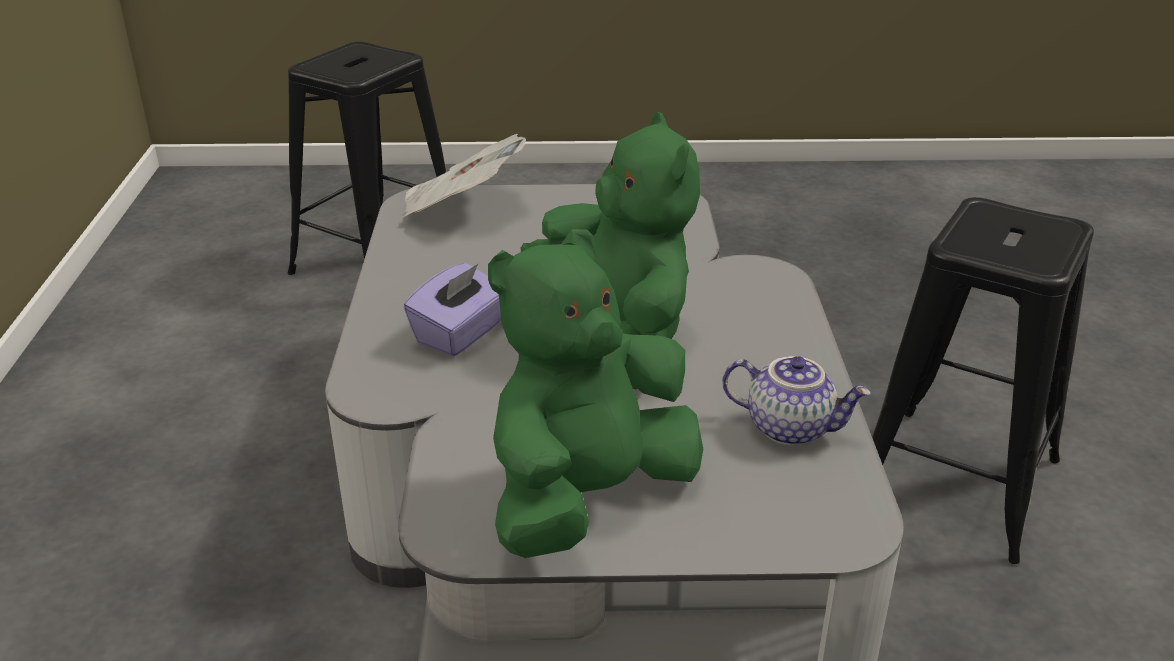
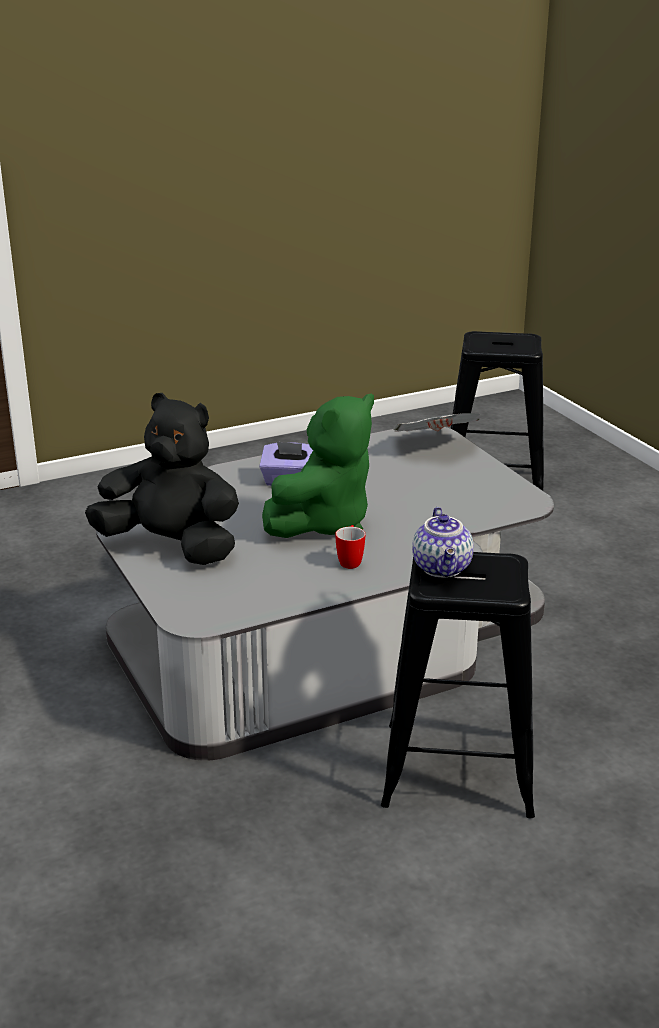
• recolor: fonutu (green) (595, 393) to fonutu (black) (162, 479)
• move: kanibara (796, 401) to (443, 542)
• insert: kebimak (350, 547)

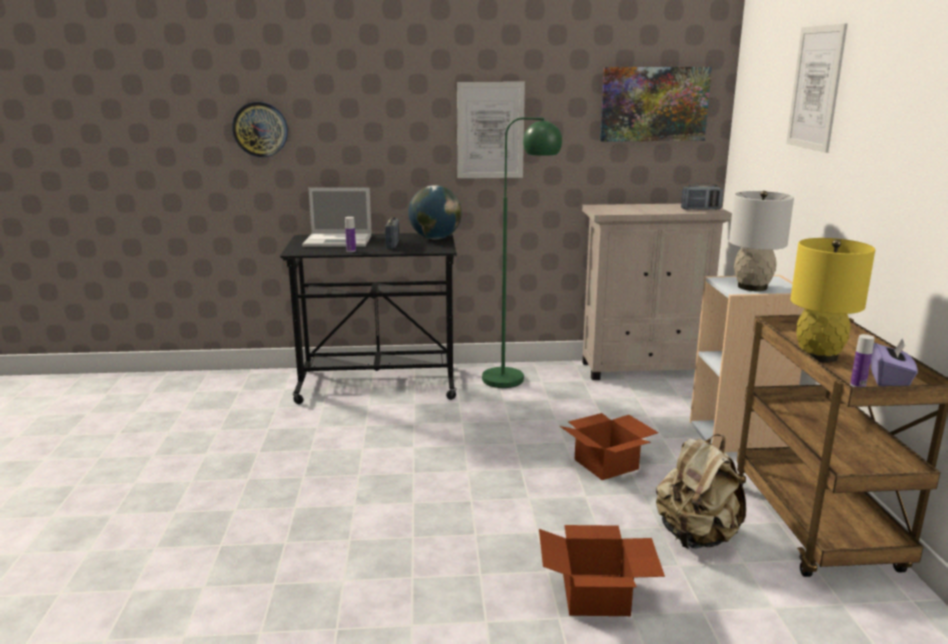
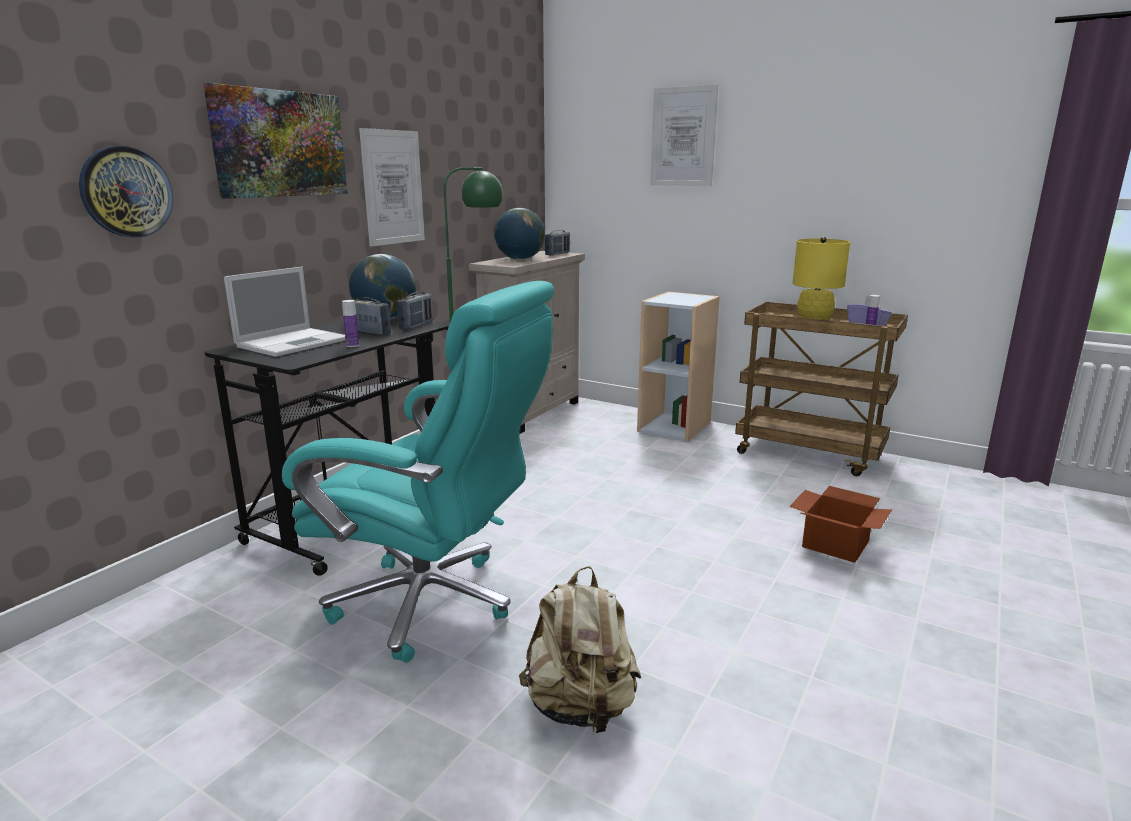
• delete: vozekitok (609, 446)
• move: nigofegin (656, 104) to (275, 141)
• move: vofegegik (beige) (701, 491) to (580, 651)
• delete: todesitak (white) (761, 241)
• insert: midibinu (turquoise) (418, 472)
• insert: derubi (415, 311)
• insert: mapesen (519, 234)

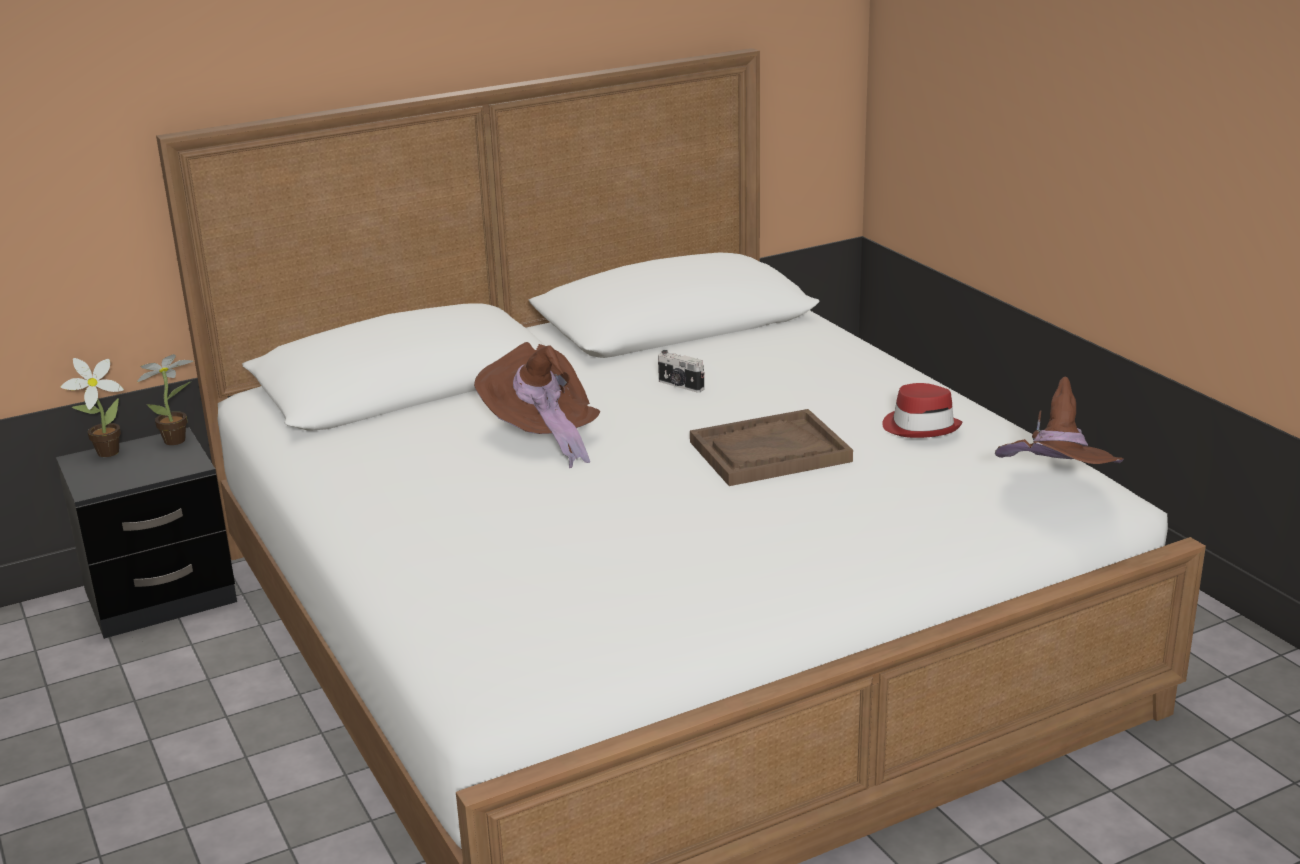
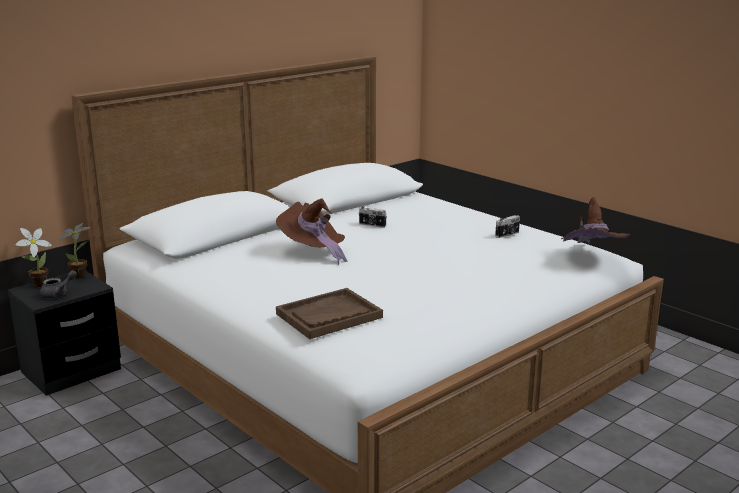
• move: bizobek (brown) (771, 447) to (329, 313)
• replace: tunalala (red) (922, 410) to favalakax (507, 226)
• insert: kanibara (grey) (58, 284)

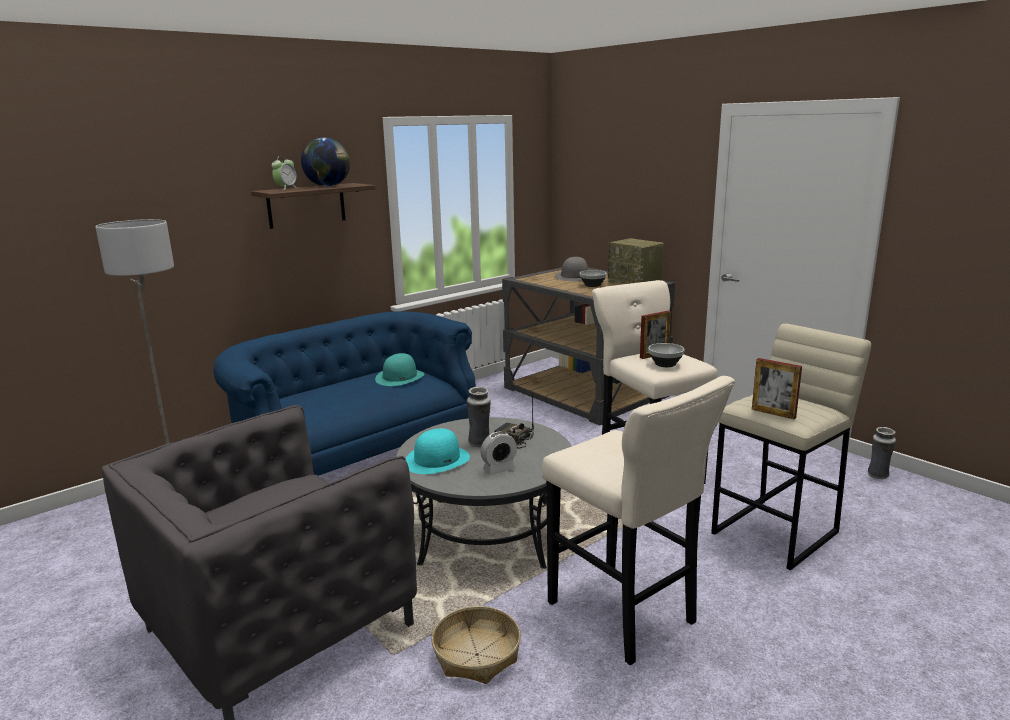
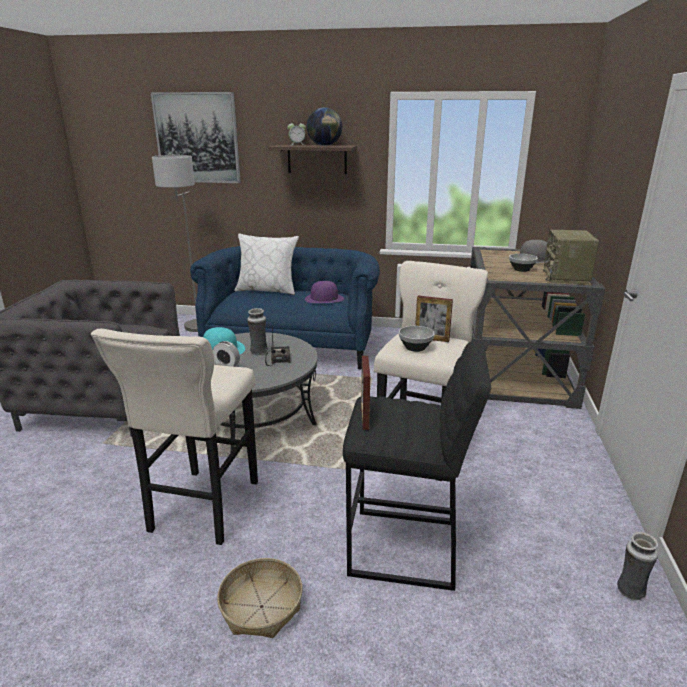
• recolor: tunalala (turquoise) (400, 369) to tunalala (purple) (324, 292)
• move: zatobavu (476, 645) to (260, 598)
• recolor: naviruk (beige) (791, 446) to naviruk (black) (417, 465)
• insert: nigofegin (195, 137)
• insert: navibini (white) (266, 264)

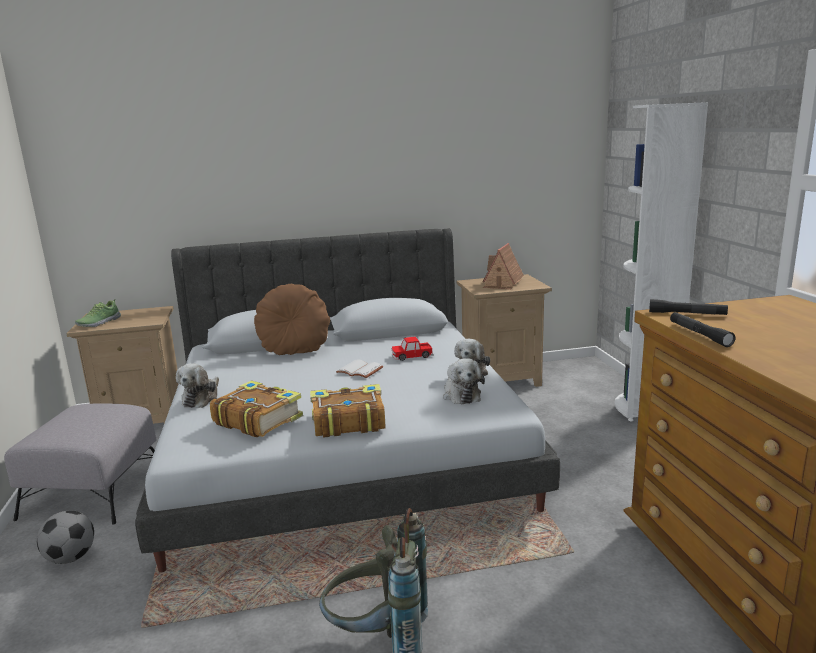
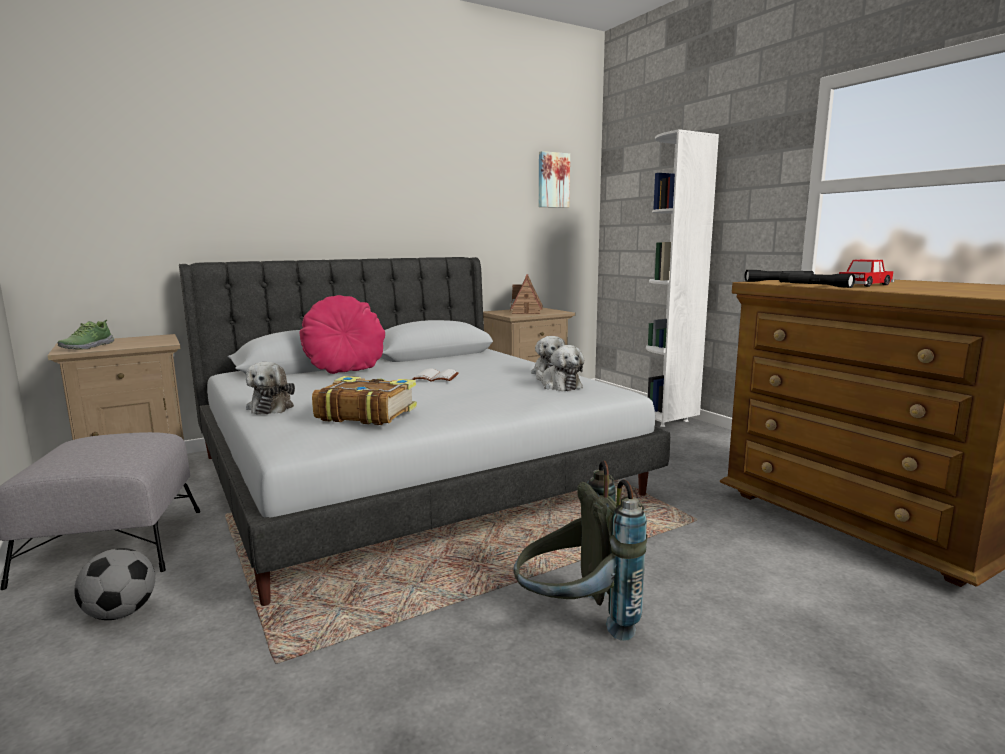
• recolor: navibini (brown) (292, 319) to navibini (pink) (342, 334)
• delete: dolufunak (347, 411)
• move: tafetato (412, 348) to (867, 273)
• insert: nigofegin (554, 179)

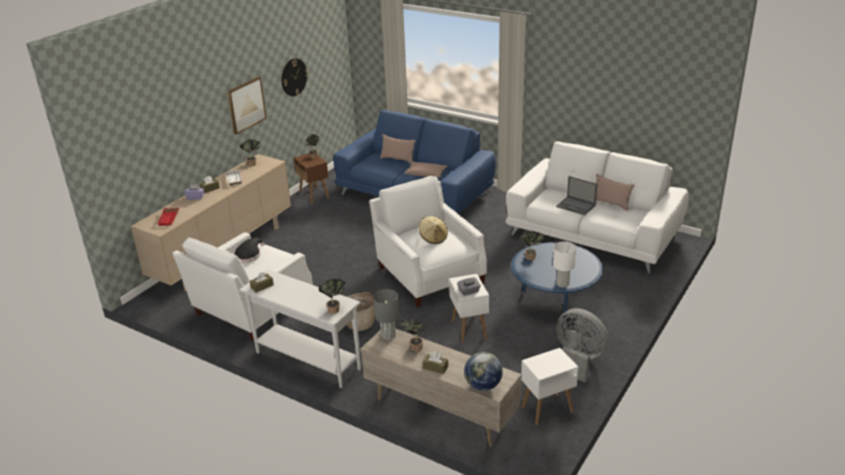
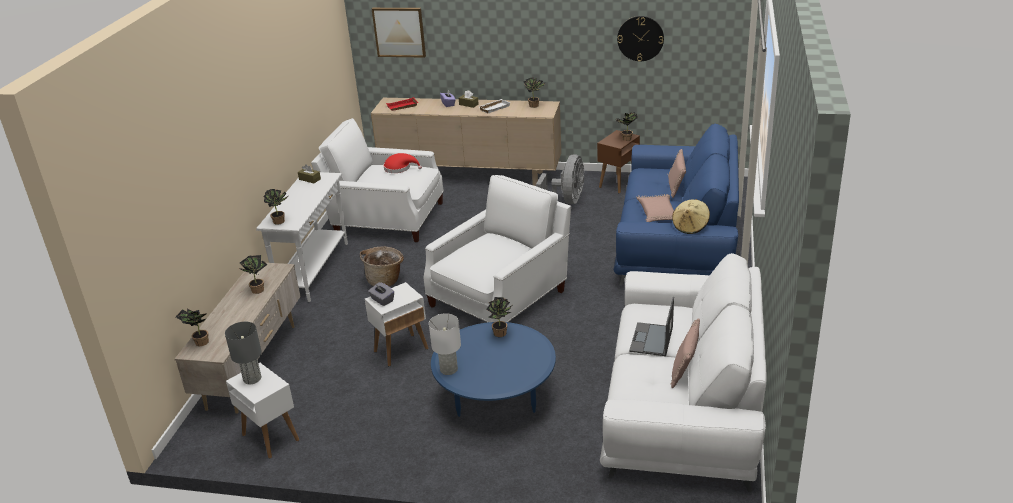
• move: nigofegin (247, 106) to (399, 33)
• recolor: tunalala (black) (249, 250) to tunalala (red) (403, 163)
• move: todesitak (grey) (386, 314) to (243, 353)
• move: tunalala (beige) (433, 230) to (691, 216)
• delete: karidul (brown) (435, 363)
• replace: mapesen (483, 371) to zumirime (192, 327)
• move: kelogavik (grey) (582, 345) to (560, 179)

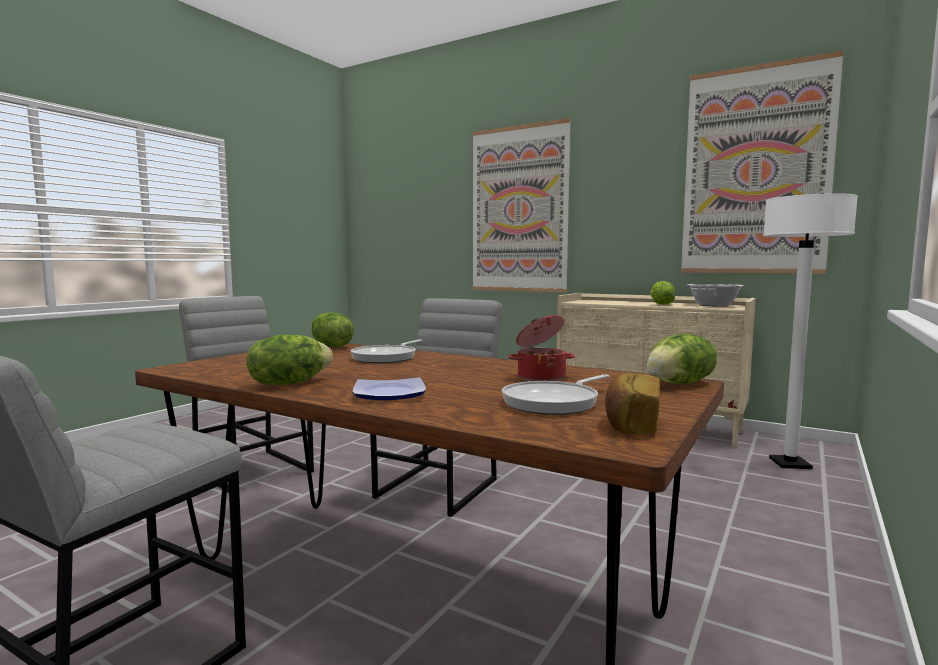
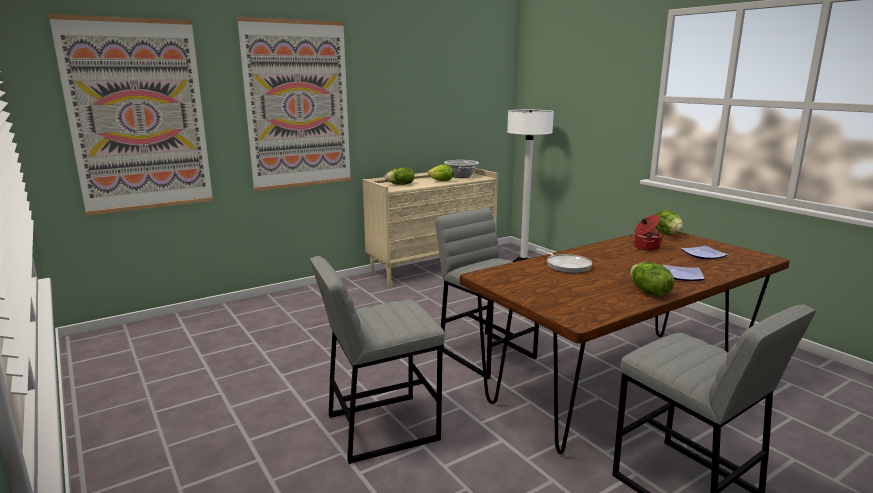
• move: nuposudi (332, 329) to (399, 176)
• replace: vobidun (555, 394) to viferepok (704, 252)
• delete: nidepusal (632, 403)
• move: nigofegin (762, 162) to (131, 115)

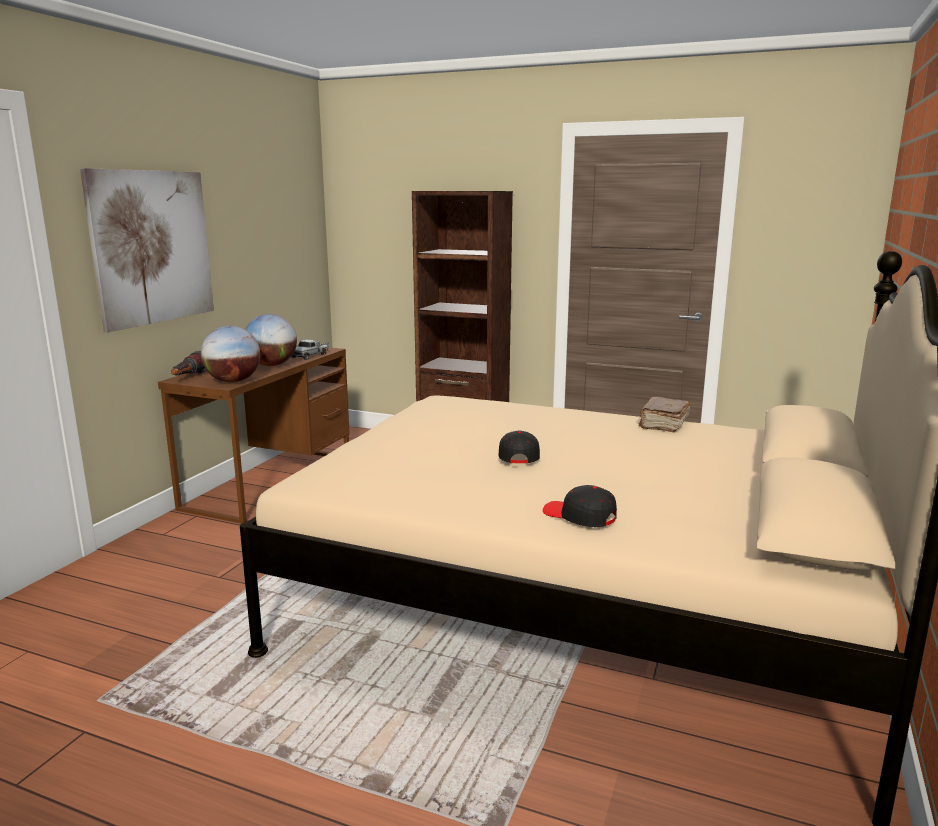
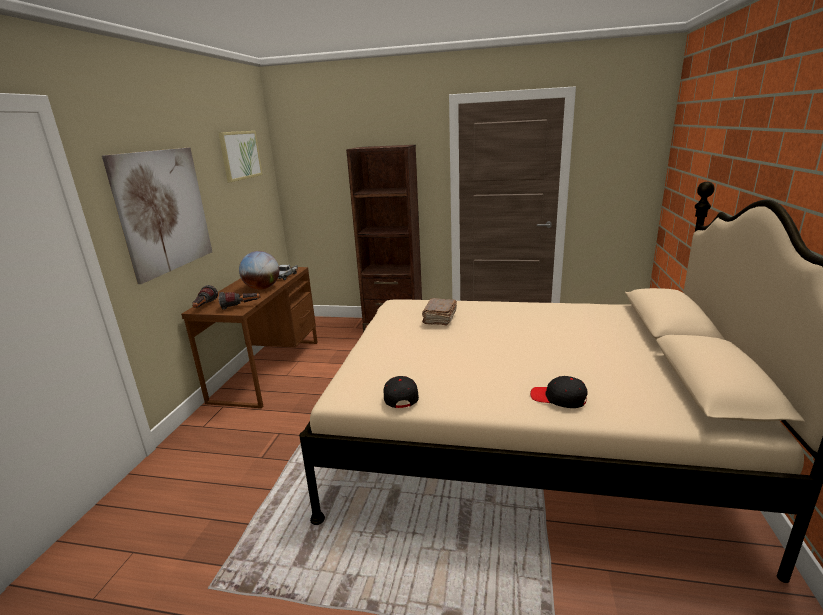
• replace: mapesen (230, 354) to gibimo (239, 300)
• move: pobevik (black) (519, 447) to (401, 392)
• move: dolufunak (brown) (665, 414) to (439, 311)
• insert: nigofegin (241, 156)

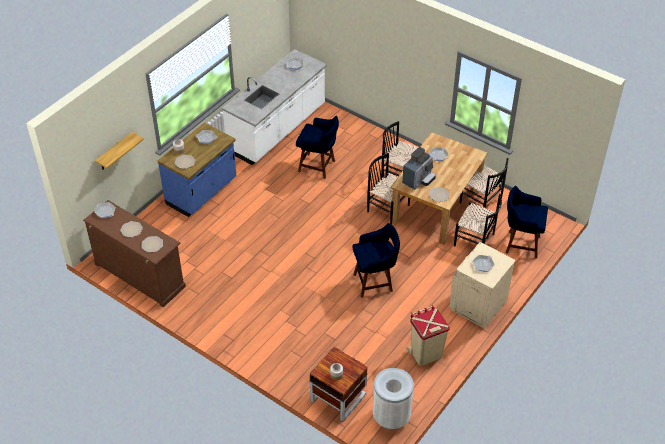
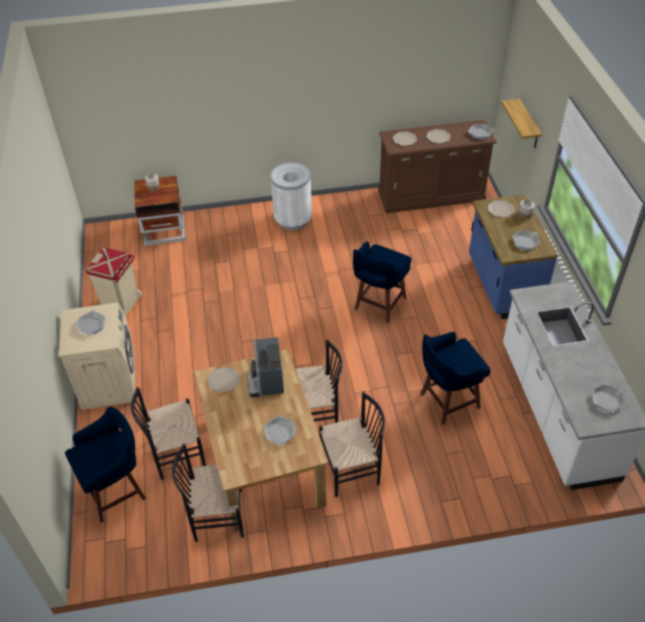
• move: naviruk (blue) (376, 260) to (382, 282)
• move: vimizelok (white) (393, 399) to (291, 196)

